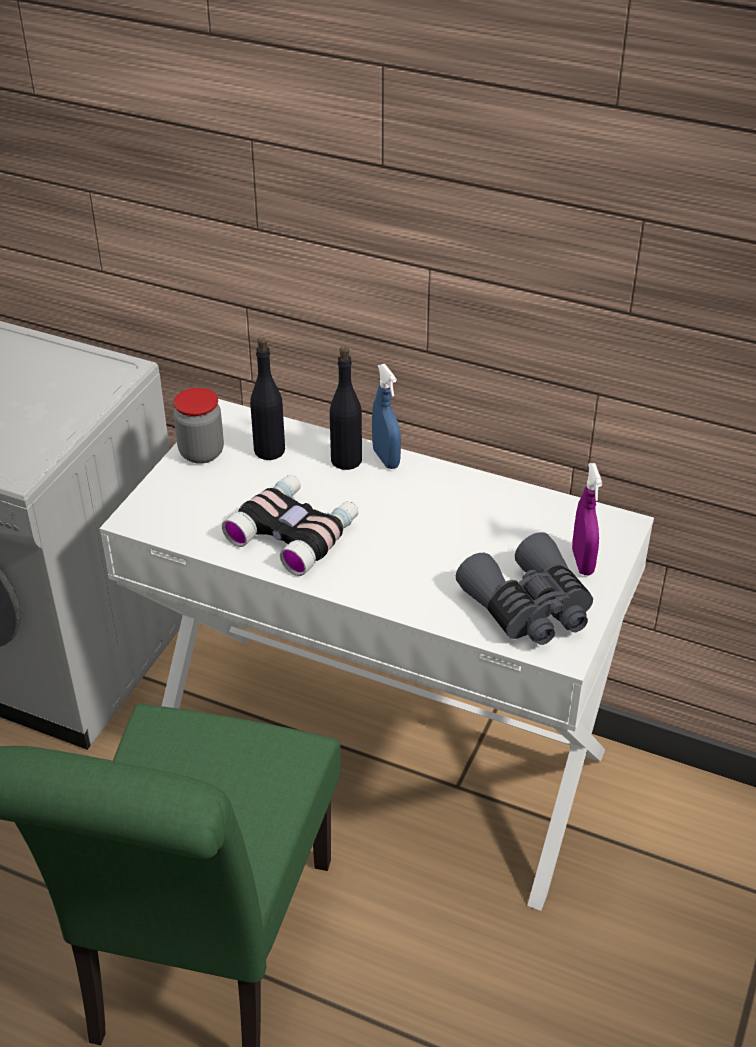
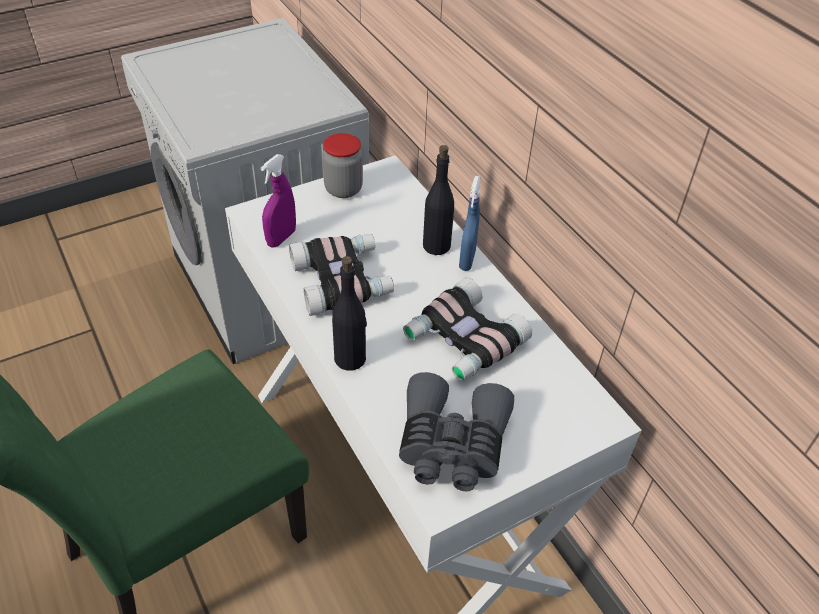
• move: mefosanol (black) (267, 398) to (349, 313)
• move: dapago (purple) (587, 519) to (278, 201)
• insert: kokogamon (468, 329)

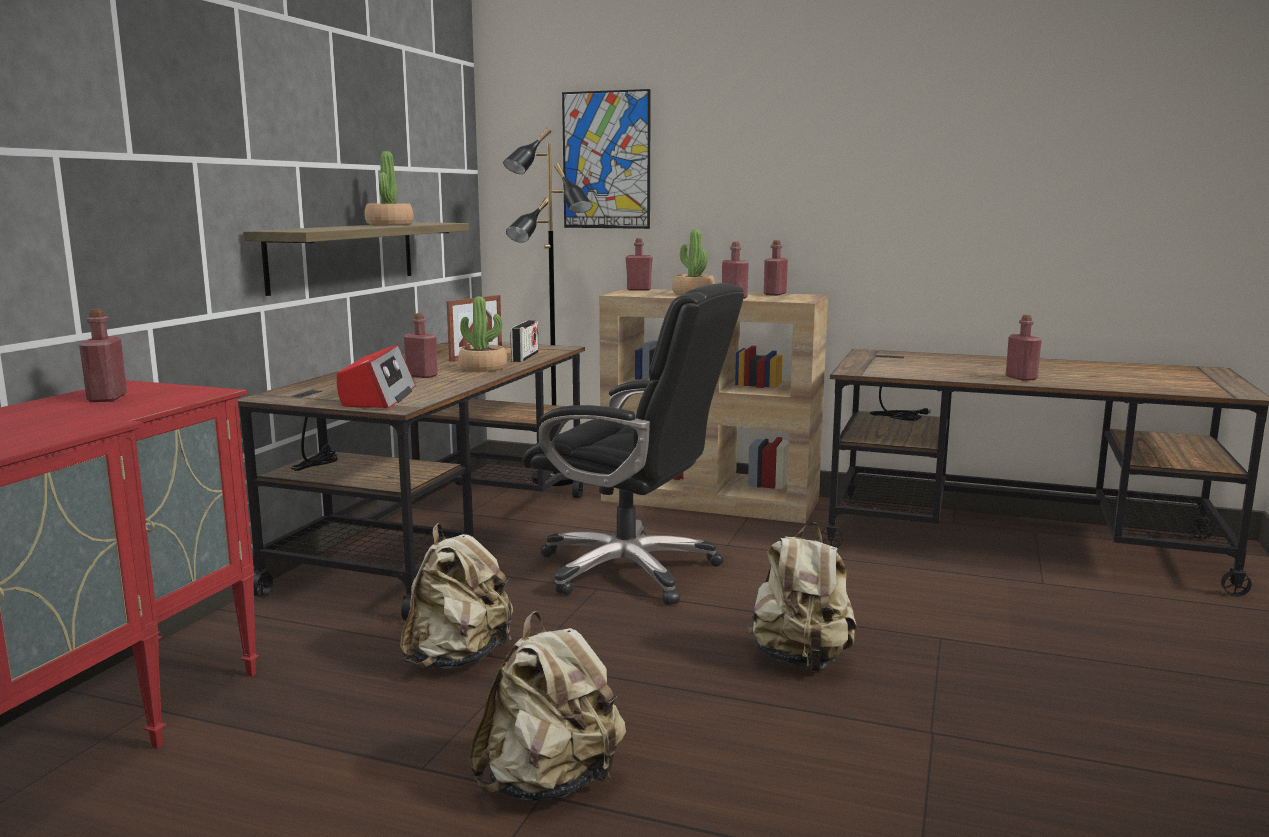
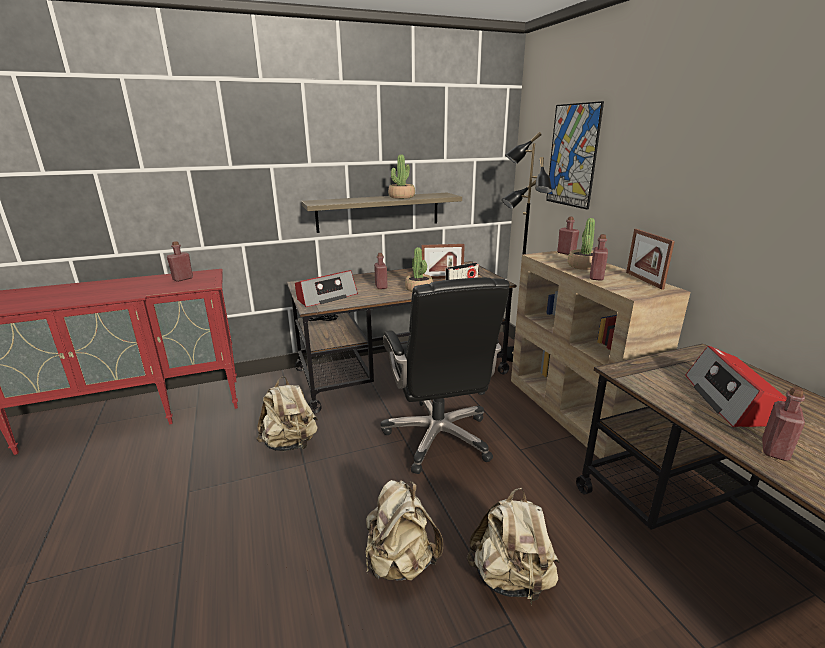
• move: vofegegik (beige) (547, 706) to (513, 547)
• replace: mefosanol (red) (776, 268) to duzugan (650, 259)
• insert: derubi (736, 386)

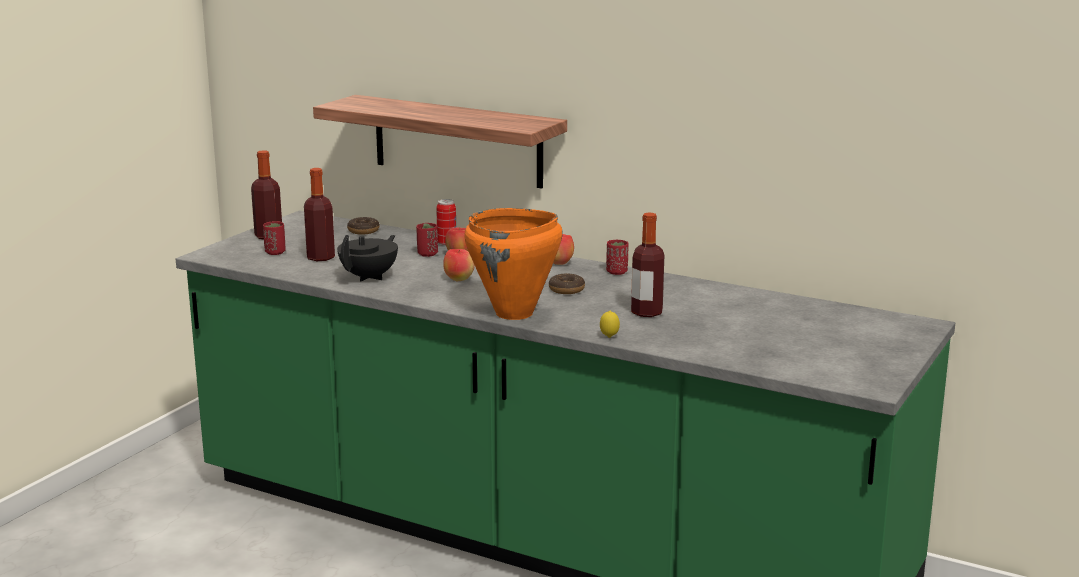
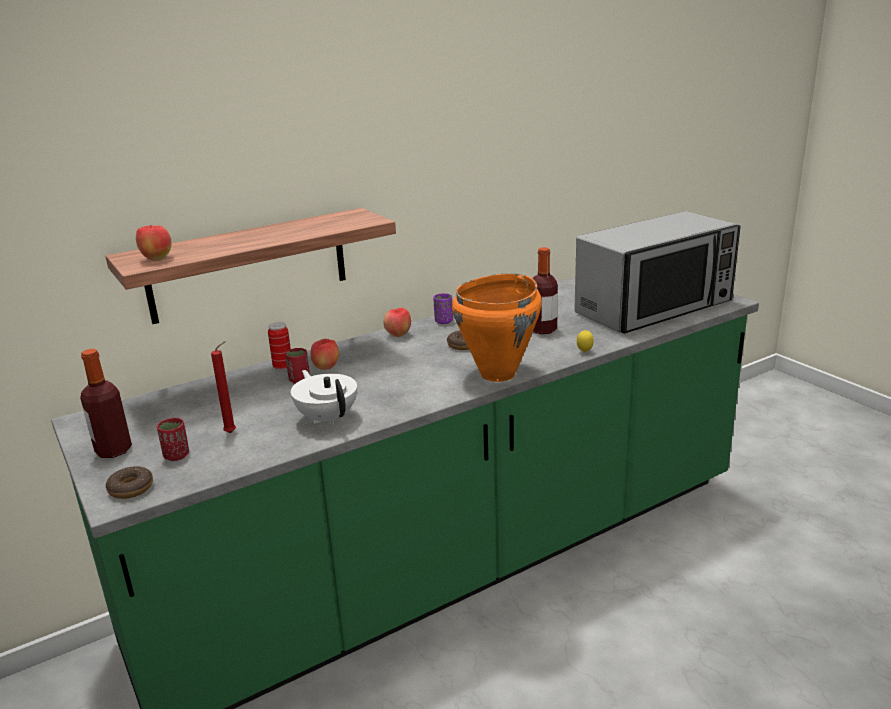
• replace: mefosanol (319, 214) to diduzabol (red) (223, 387)
• recolor: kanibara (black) (367, 258) to kanibara (white) (324, 397)
• move: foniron (363, 226) to (129, 482)
• move: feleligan (459, 265) to (154, 243)
• recolor: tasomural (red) (617, 257) to tasomural (purple) (443, 308)
• insert: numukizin (657, 272)

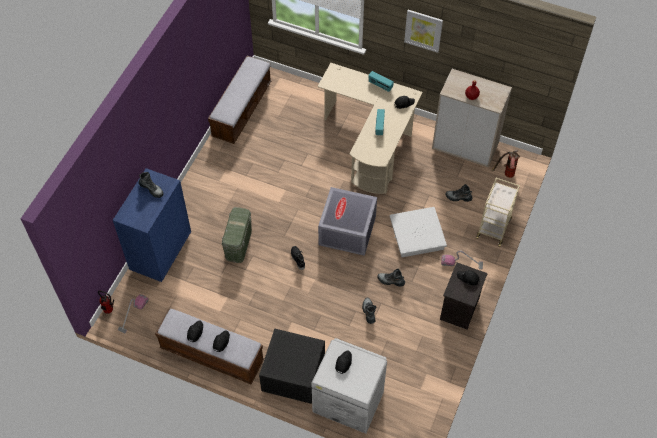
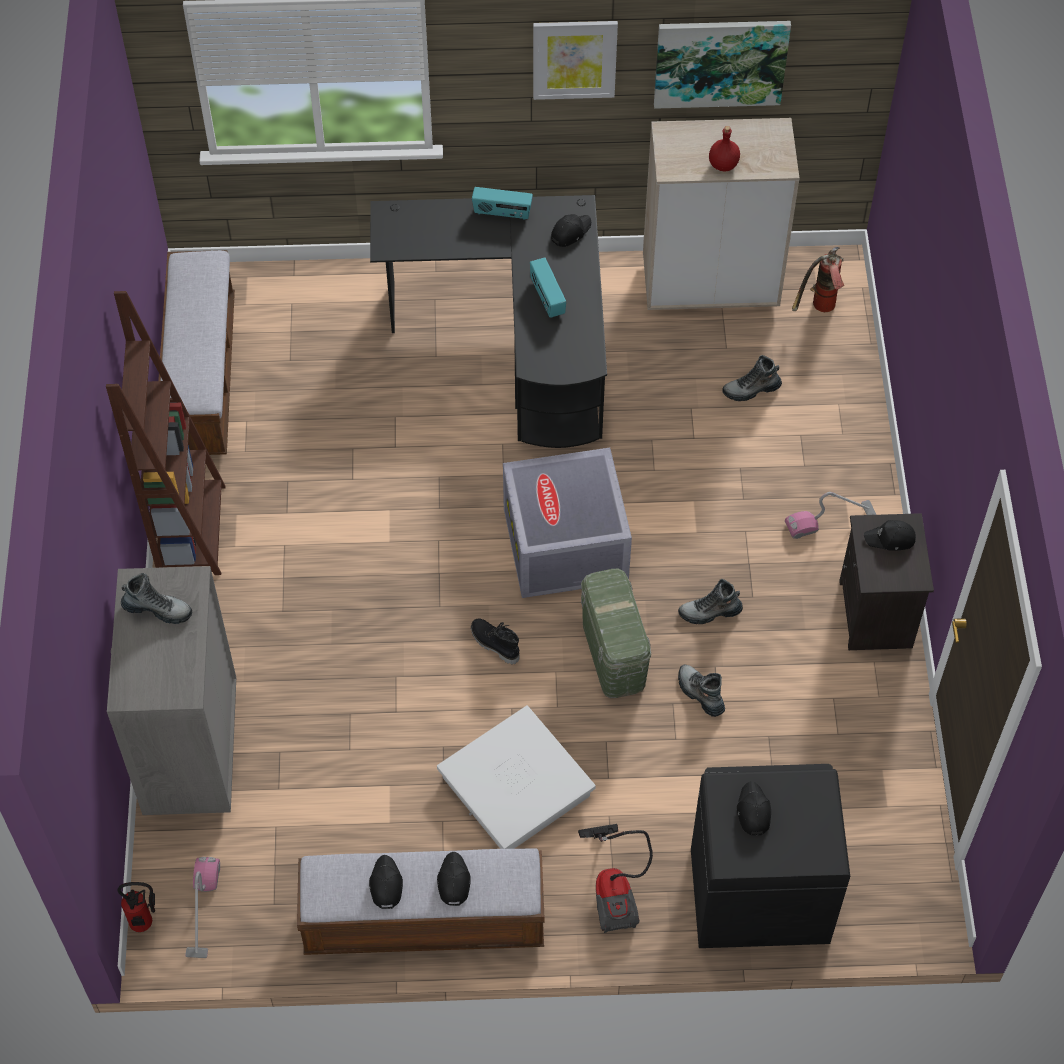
• recolor: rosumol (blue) (152, 225) to rosumol (grey) (171, 690)
• move: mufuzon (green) (237, 235) to (616, 633)
• replace: mufuzon (black) (292, 366) to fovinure (615, 878)
• recolor: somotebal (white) (349, 386) to somotebal (black) (770, 856)
• recolor: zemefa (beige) (370, 128) to zemefa (black) (488, 321)
• move: mufuzon (white) (418, 232) to (516, 777)
• delete: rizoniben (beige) (498, 212)
• insert: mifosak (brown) (166, 433)
• insert: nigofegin (722, 65)

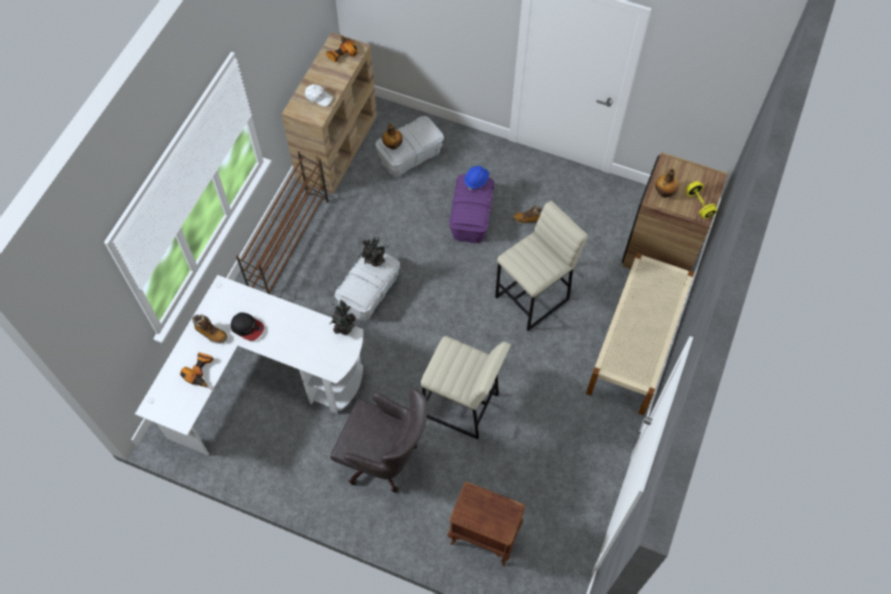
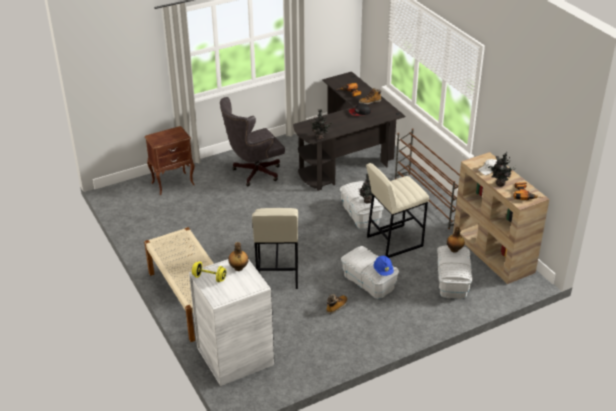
• recolor: zemefa (white) (249, 365) to zemefa (black) (349, 131)
• move: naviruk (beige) (466, 387) to (397, 210)
• recolor: mufuzon (purple) (471, 208) to mufuzon (white) (370, 272)
• recolor: rosumol (brown) (675, 214) to rosumol (white) (231, 322)
• insert: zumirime (501, 169)

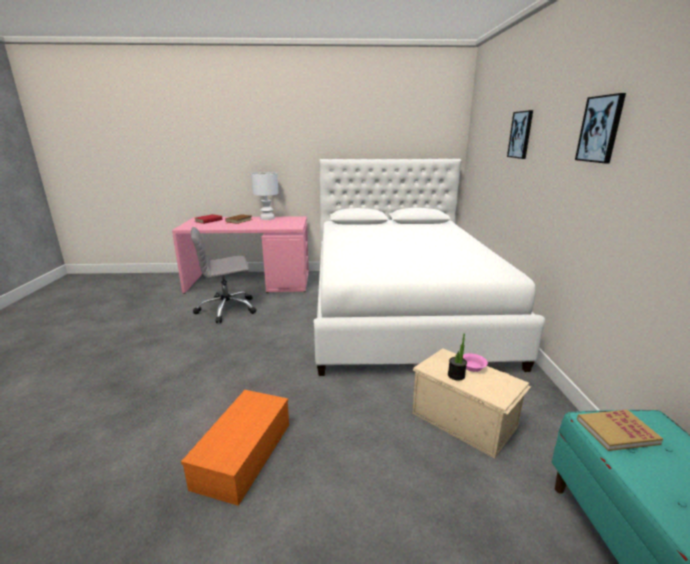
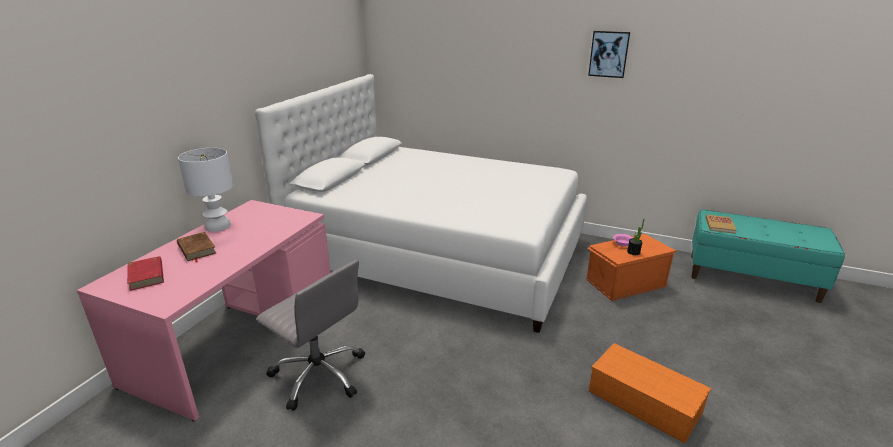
• rotate: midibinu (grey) (224, 275) = (310, 335) 60 degrees counterclockwise
• recolor: mufuzon (beige) (471, 403) to mufuzon (orange) (631, 267)
• delete: nigofegin (520, 134)

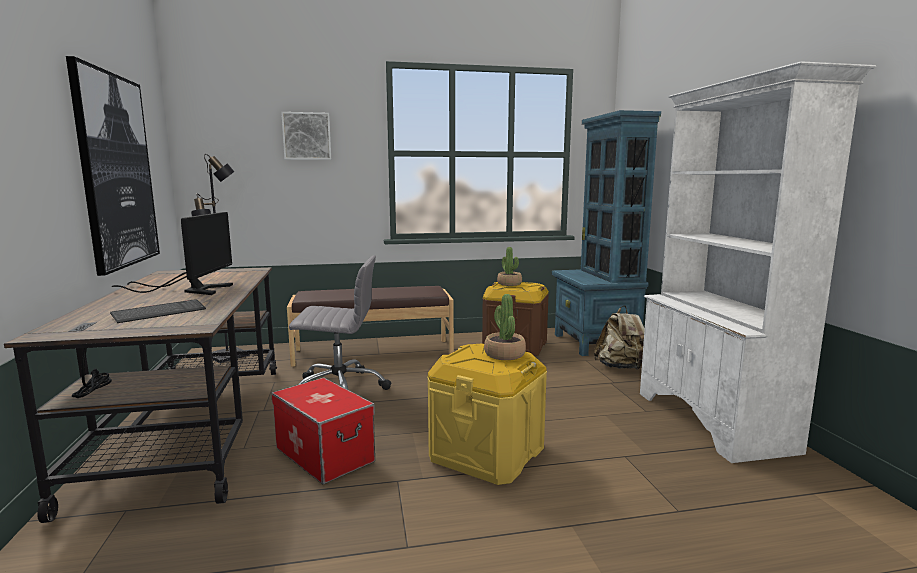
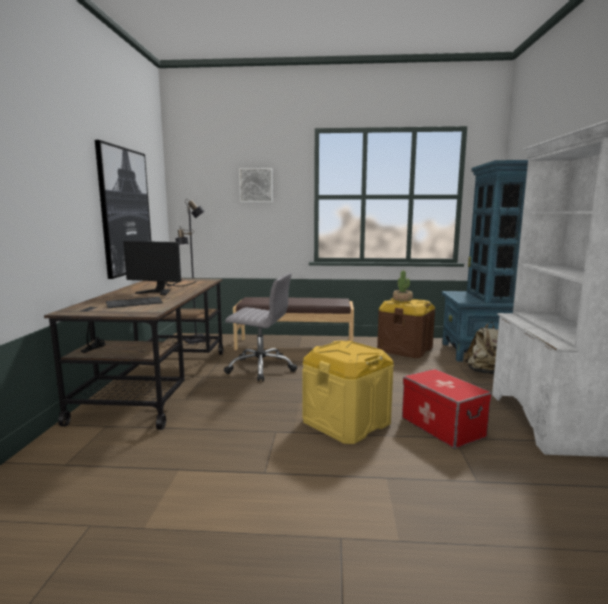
• rotate: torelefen (172, 253) = (160, 268) 90 degrees clockwise
• move: mufuzon (323, 431) to (447, 409)
• delete: zumirime (505, 327)

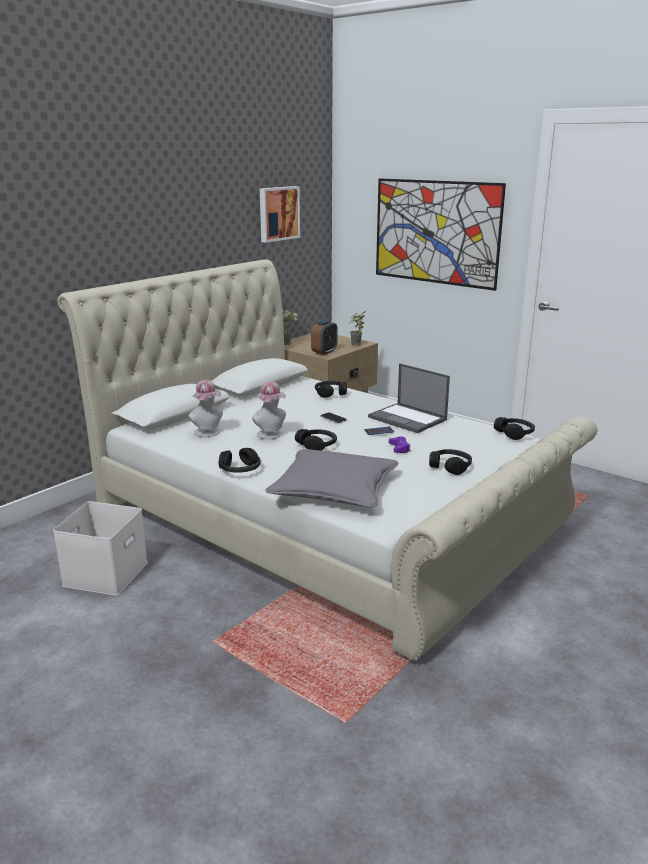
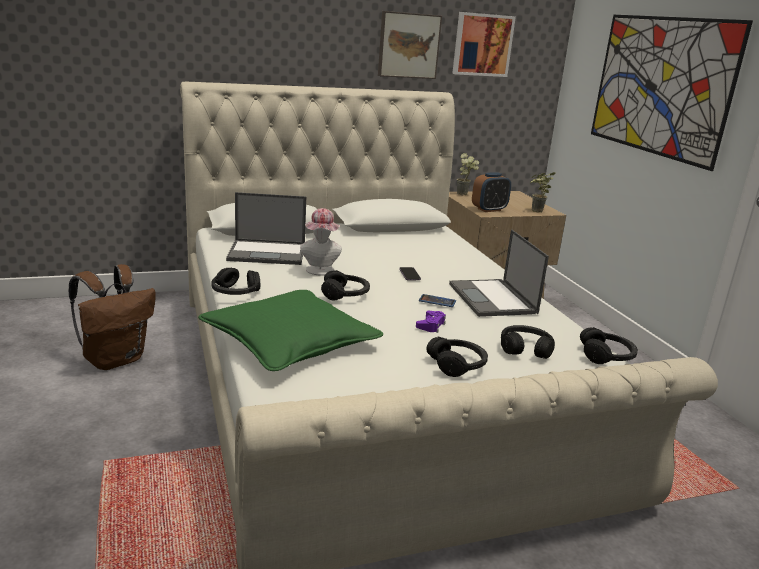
• replace: mufuzon (white) (100, 548) to vofegegik (brown) (112, 317)
• replace: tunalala (205, 408) to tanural (266, 228)
• recolor: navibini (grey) (331, 478) to navibini (green) (290, 330)
• move: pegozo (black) (331, 389) to (528, 342)
• insert: nigofegin (410, 45)

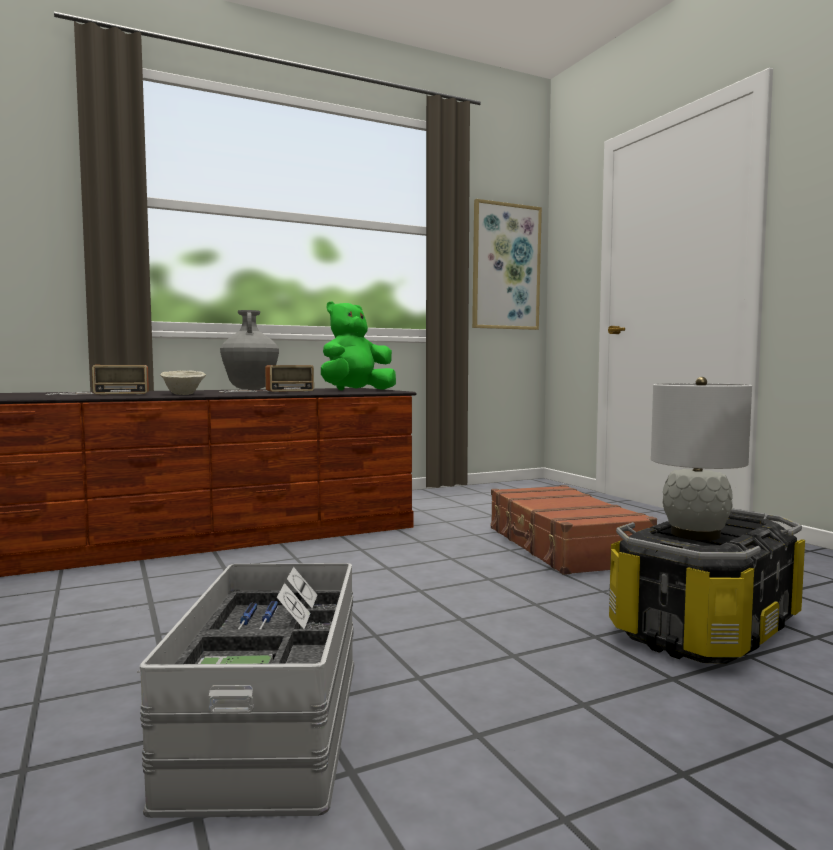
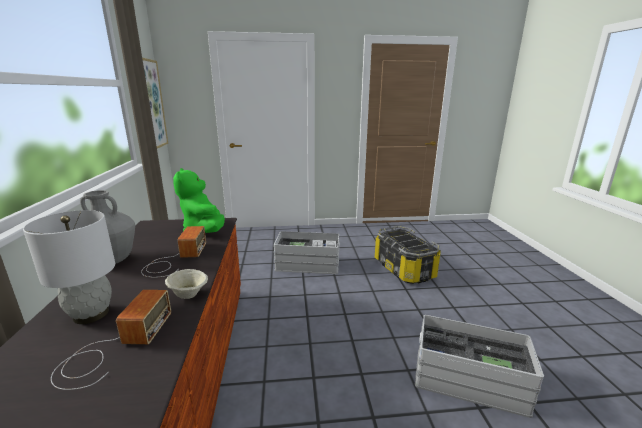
• replace: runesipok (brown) (573, 530) to mufuzon (grey) (307, 252)
• move: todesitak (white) (701, 459) to (69, 267)

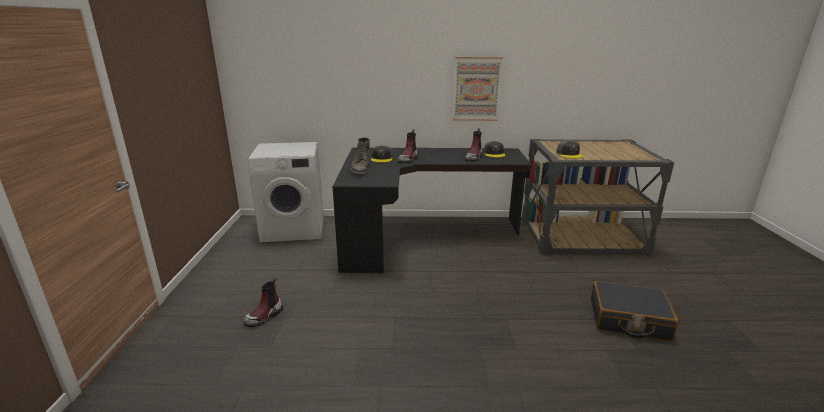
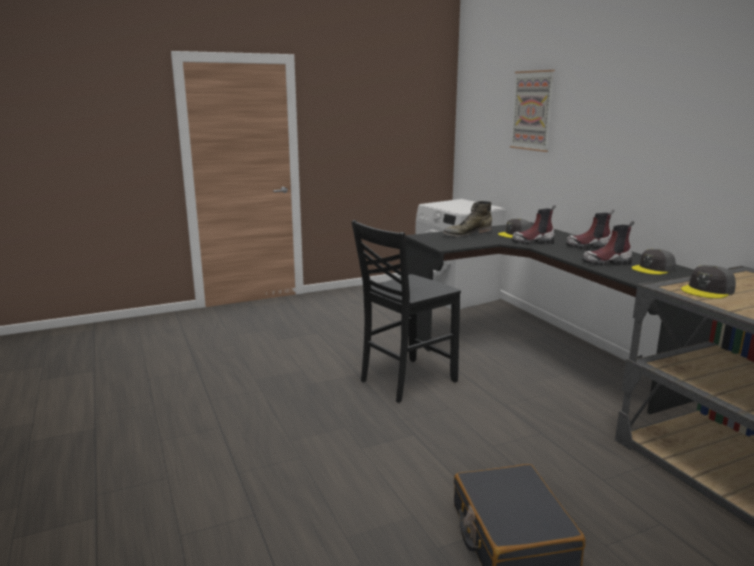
• move: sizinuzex (263, 302) to (590, 229)
• move: nigofegin (478, 89) to (532, 111)
• insert: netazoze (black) (406, 311)

